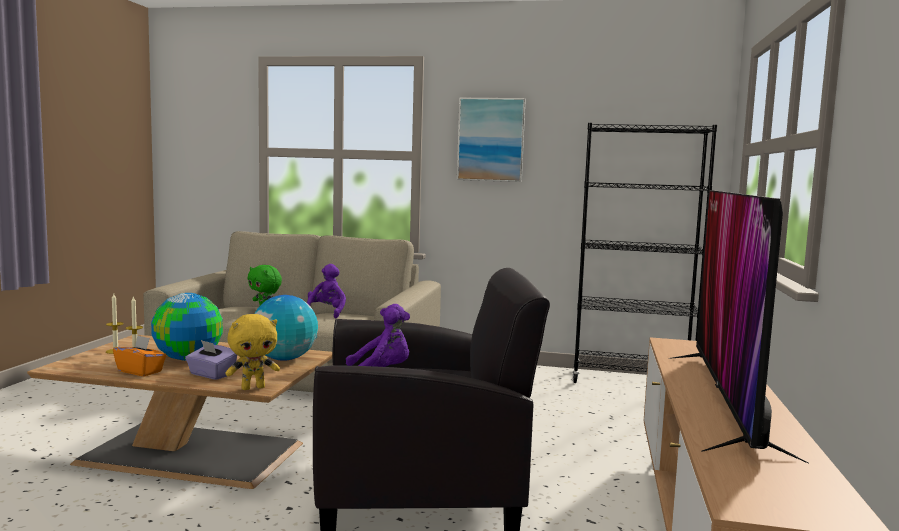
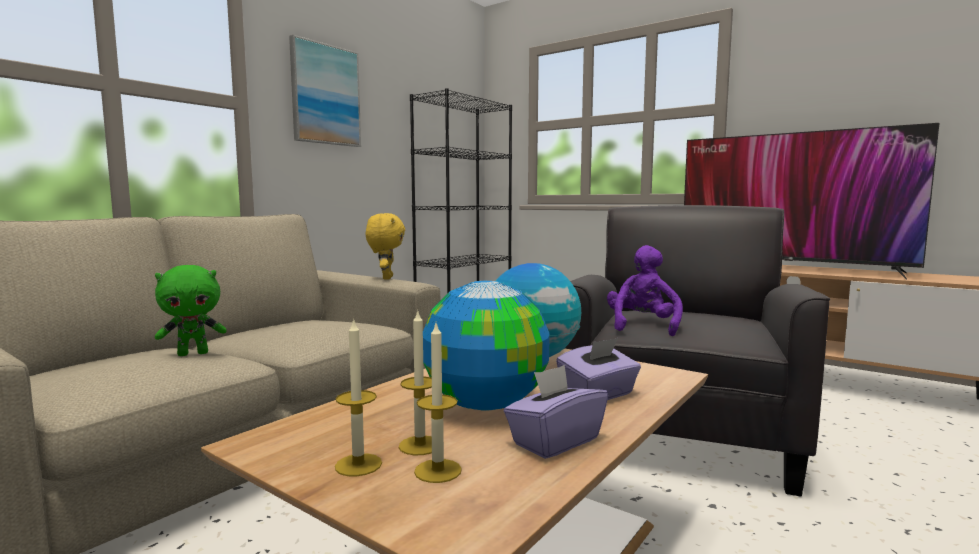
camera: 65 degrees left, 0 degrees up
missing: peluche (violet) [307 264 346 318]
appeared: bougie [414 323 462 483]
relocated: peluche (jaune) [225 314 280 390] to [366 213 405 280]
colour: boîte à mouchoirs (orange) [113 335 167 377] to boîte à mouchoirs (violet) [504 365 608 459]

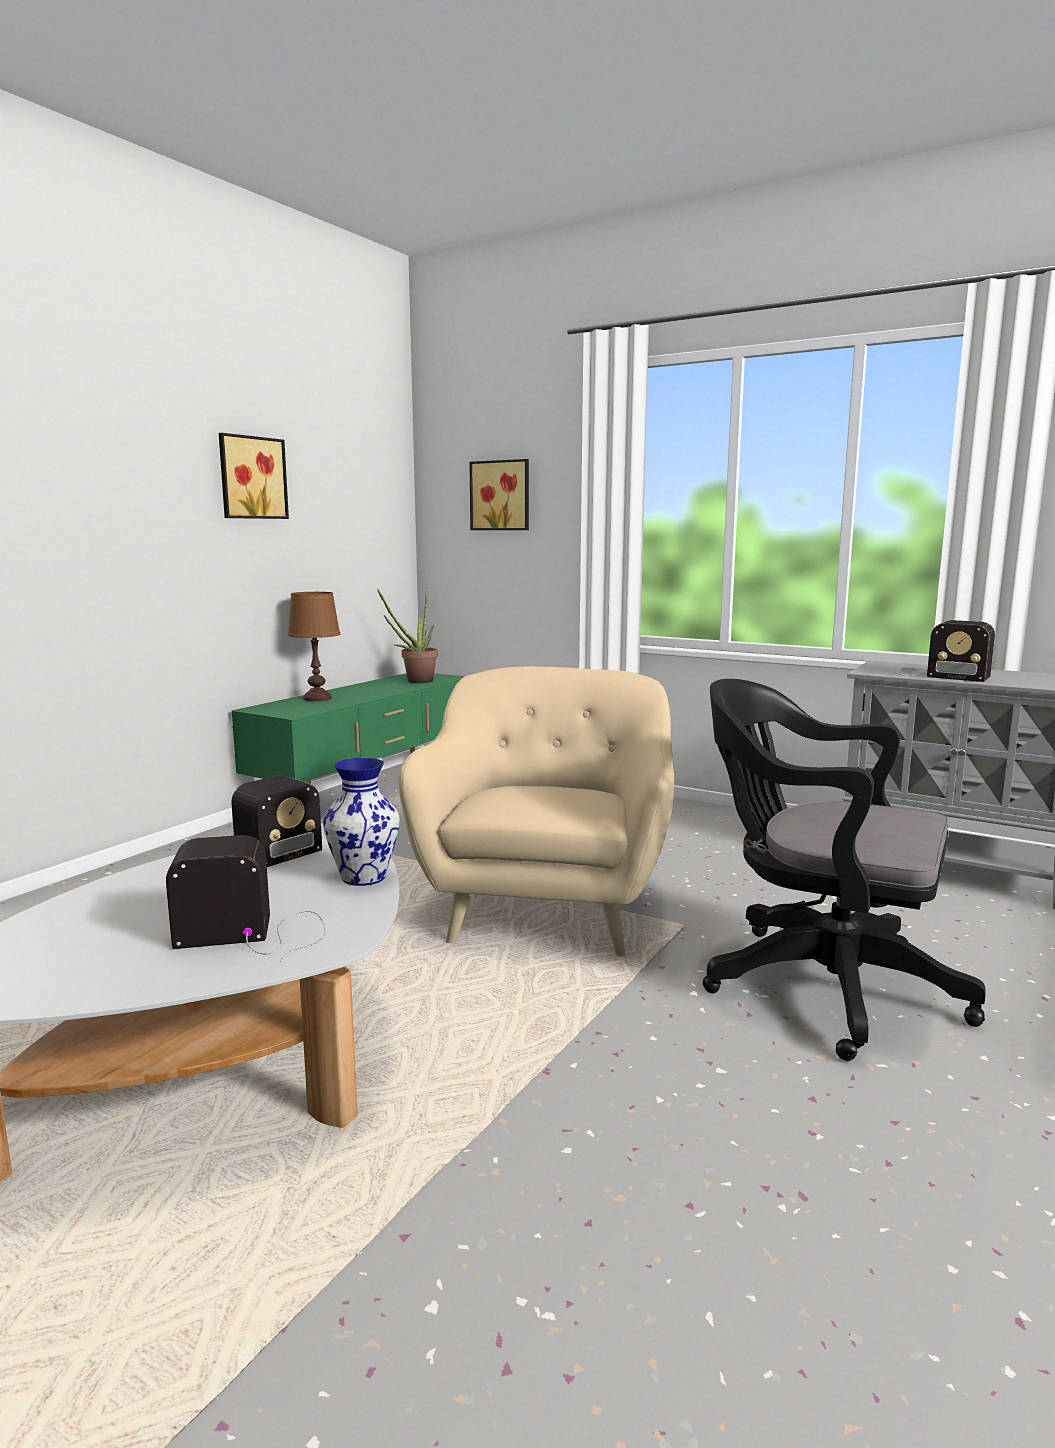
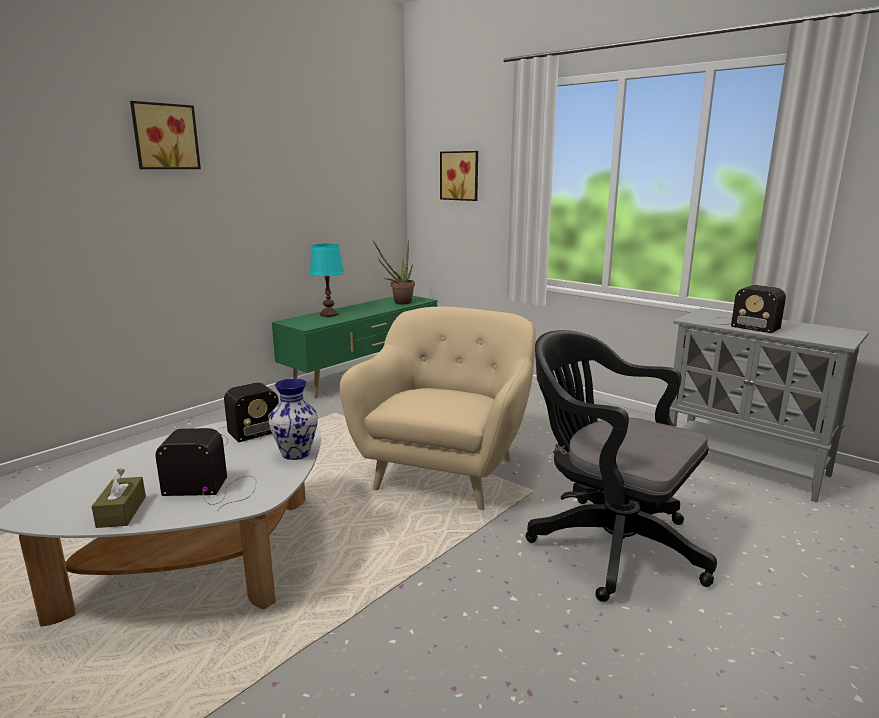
camera: 10 degrees right, 5 degrees up
appeared: boîte à mouchoirs (marron) [92 468 146 528]
relocated: tableau [219 433 289 519] to [130 101 201 169]
colour: lampe de table (marron) [288 592 340 701] to lampe de table (turquoise) [310 244 344 317]

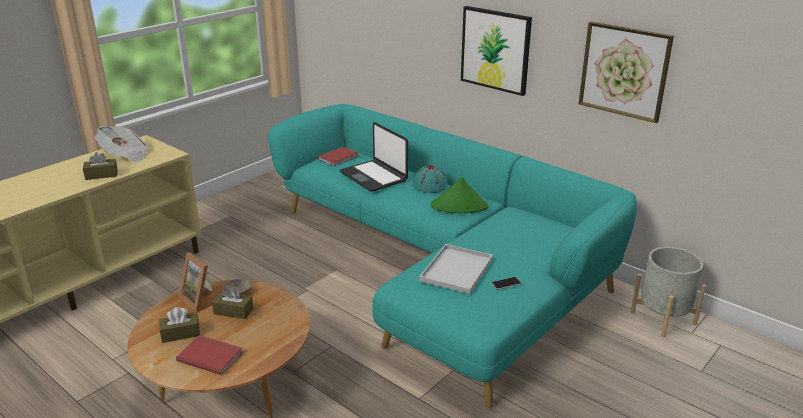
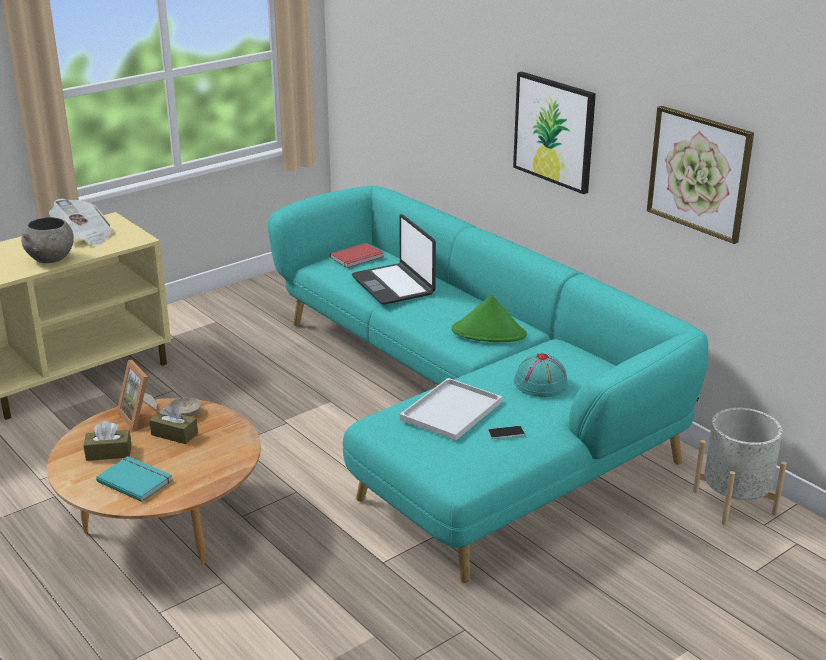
camera: 10 degrees right, 0 degrees up
relocated: chapeau (turquoise) [412 165 448 193] to [514 354 568 397]
exchanged: boîte à mouchoirs (marron) [83 152 118 180] to bol (gris) [21 217 74 263]
colour: livre (rouge) [176 335 243 375] to livre (turquoise) [96 456 173 502]

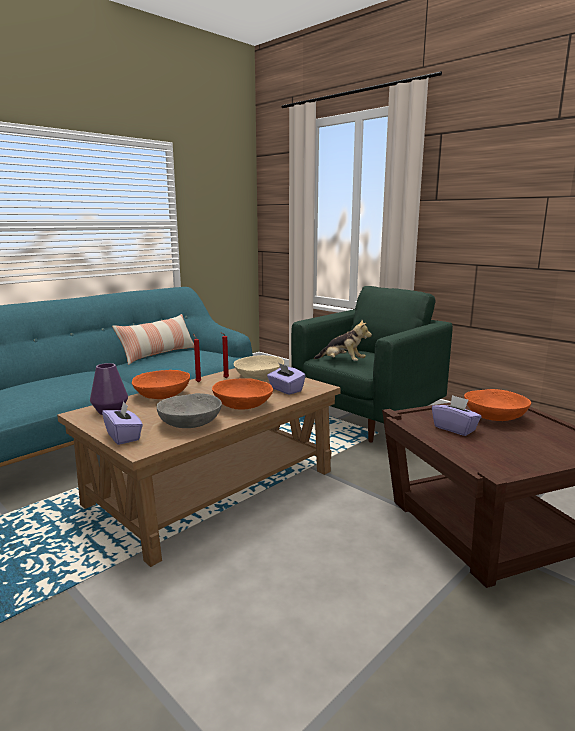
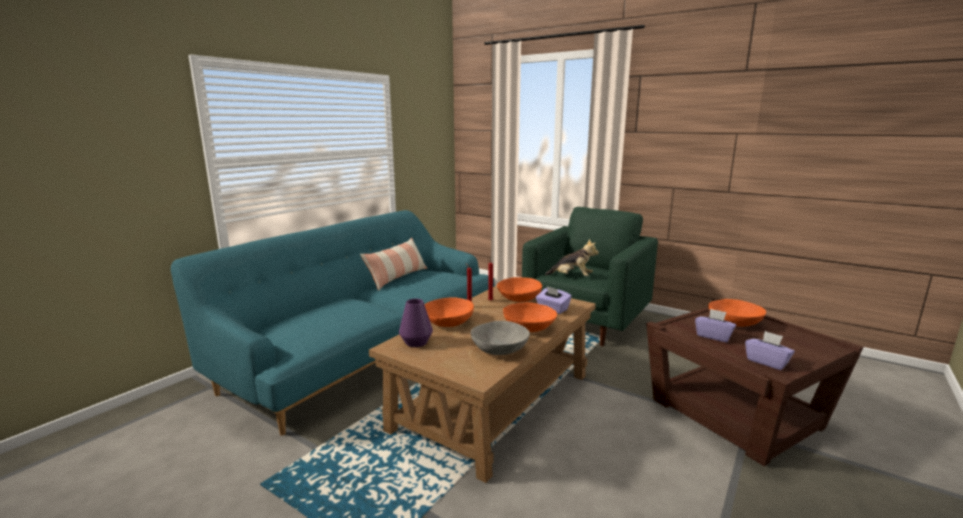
camera: 10 degrees left, 0 degrees up
relocated: boîte à mouchoirs (violet) [102 401 143 445] to [745 331 795 370]
colour: bol (beige) [234 355 284 381] to bol (orange) [497 277 542 302]

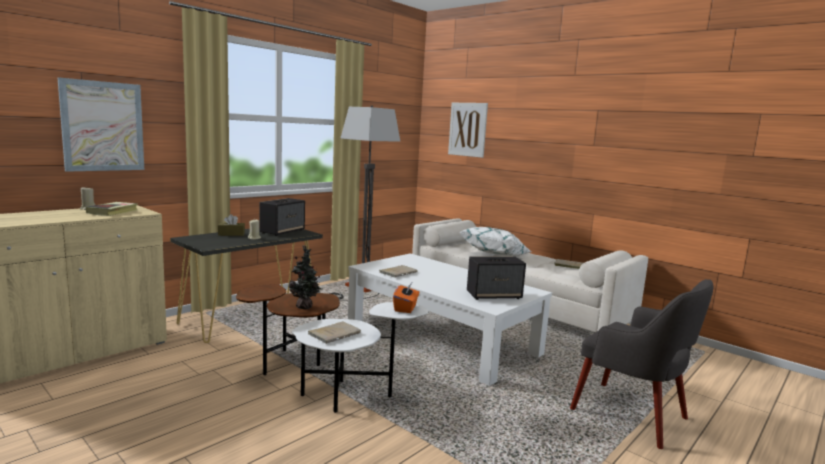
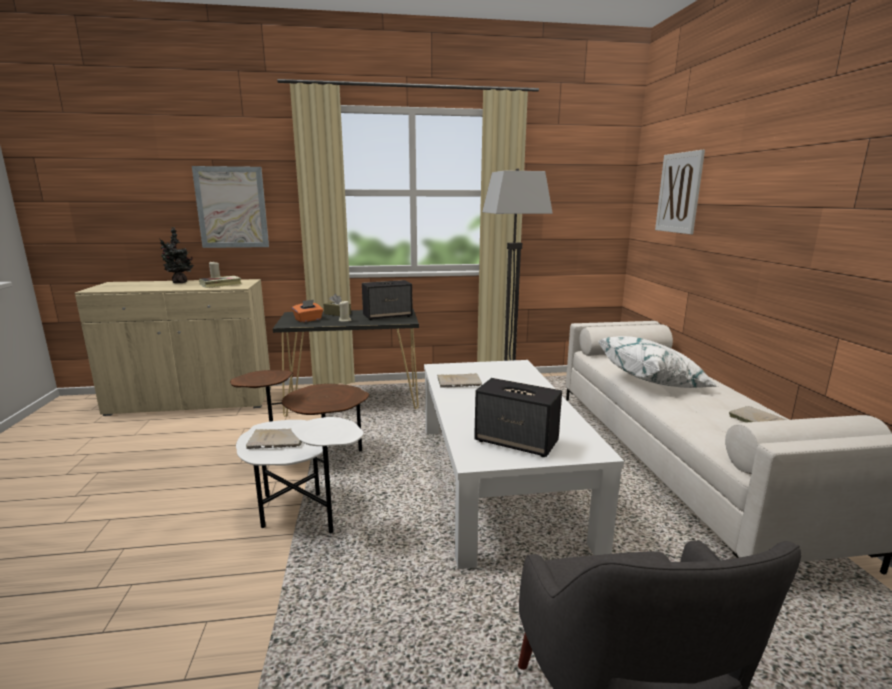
camera: 40 degrees right, 5 degrees up
relocated: plante en pot [289 245 322 309] to [160 227 194 283]; boîte à mouchoirs (orange) [393 283 419 313] to [292 300 323 322]

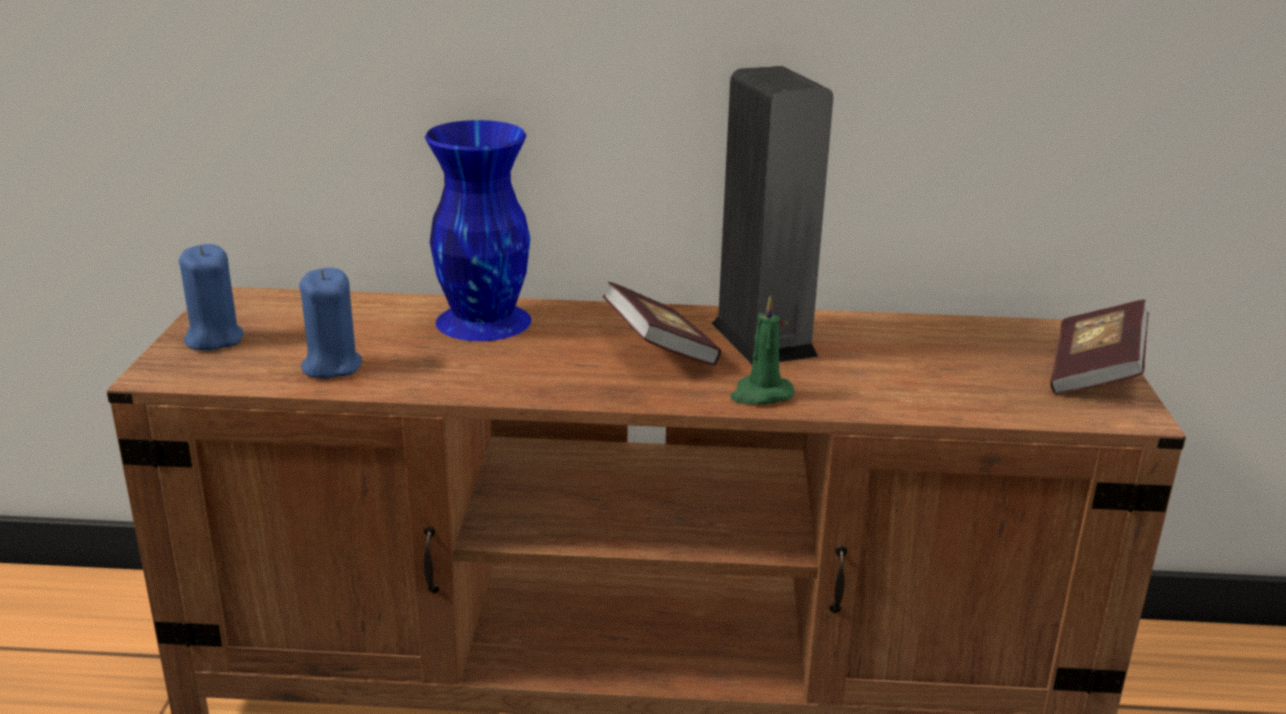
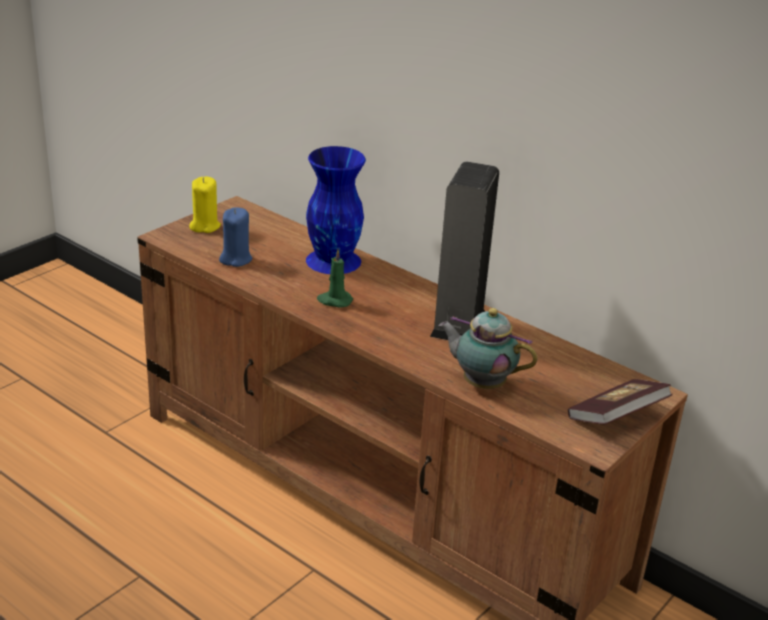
camera: 35 degrees right, 5 degrees up
missing: livre [603 282 721 366]
appeared: théière [438 308 537 389]
relocated: bougie (vert) [730 296 794 405] to [317 249 353 308]
colour: bougie (bleu) [179 244 243 351] to bougie (jaune) [189 177 221 233]

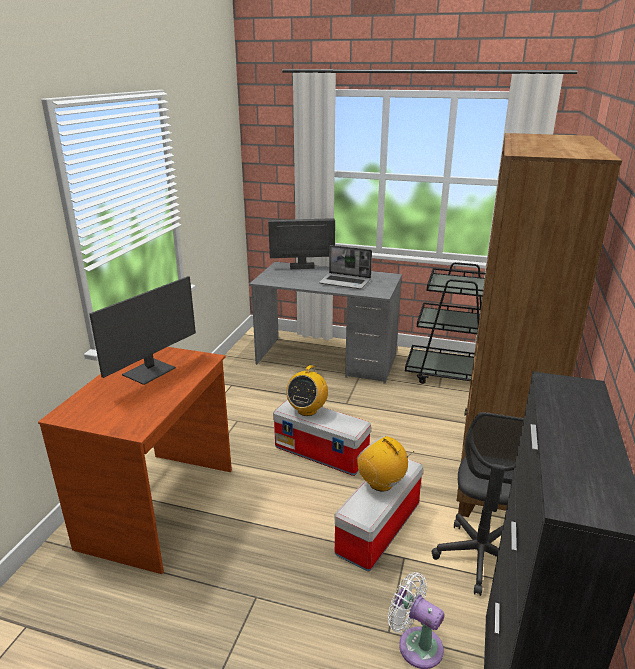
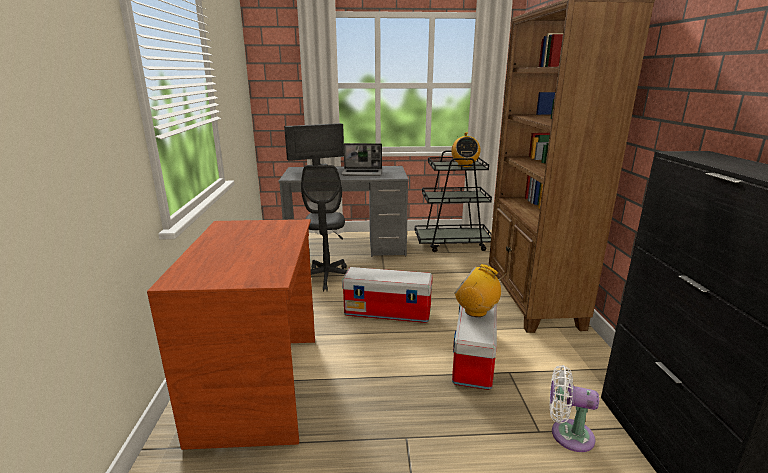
camera: 20 degrees left, 5 degrees down
missing: écran d'ordinateur [89 276 196 385]
relocated: radio [286 365 328 416] to [451 132 481 167]; chaise de bureau (gris) [431 412 524 596] to [301 165 347 292]

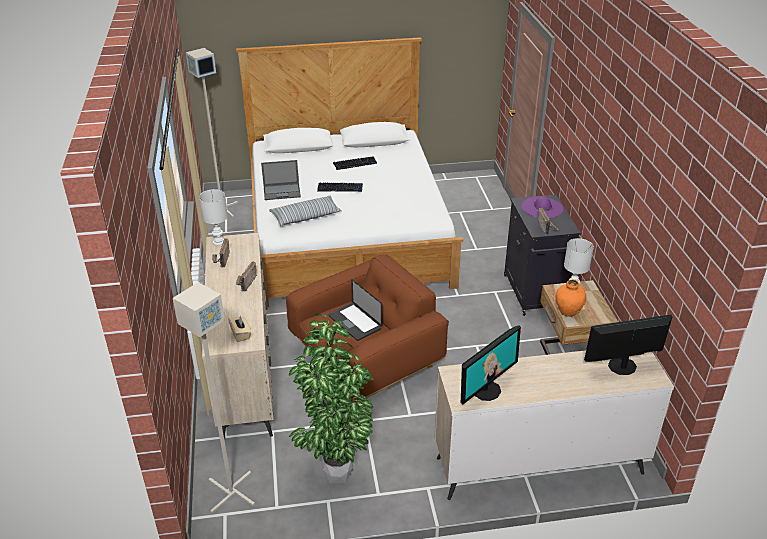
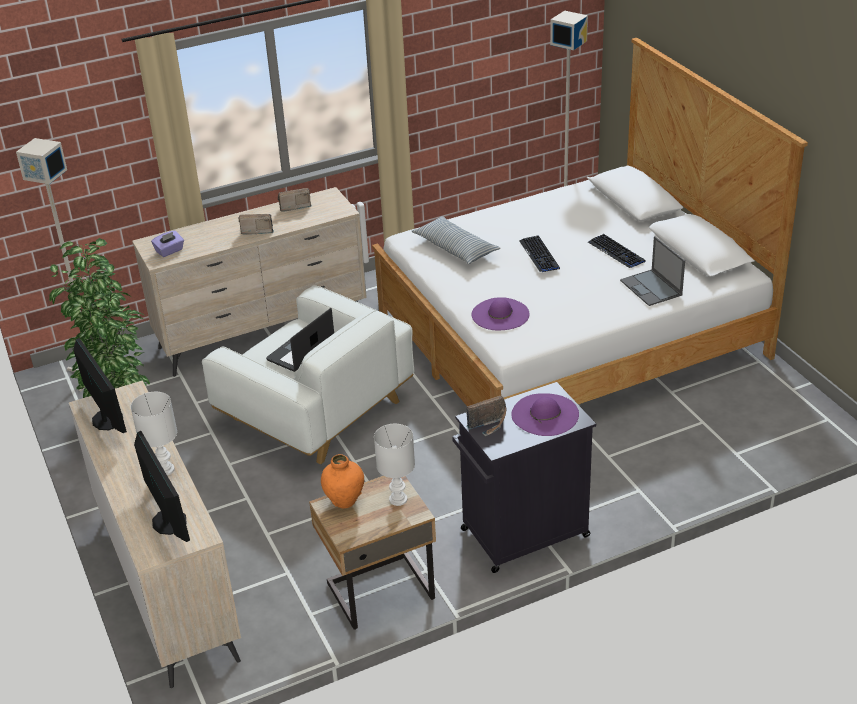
camera: 75 degrees right, 0 degrees up
appeared: chapeau (violet) [472 297 530 330]
relocated: ordinateur portable [261 160 301 200] to [620 236 685 306]; lampe de table (blanc) [199 189 228 246] to [131 392 177 476]
colour: fauteuil (marron) [286 254 449 403] to fauteuil (blanc) [202 285 414 464]; boîte à mouchoirs (beige) [228 315 251 342] to boîte à mouchoirs (violet) [151 231 184 257]
spun: écran d'ordinateur [461 325 521 404] = [73 338 127 433] 150 degrees counterclockwise

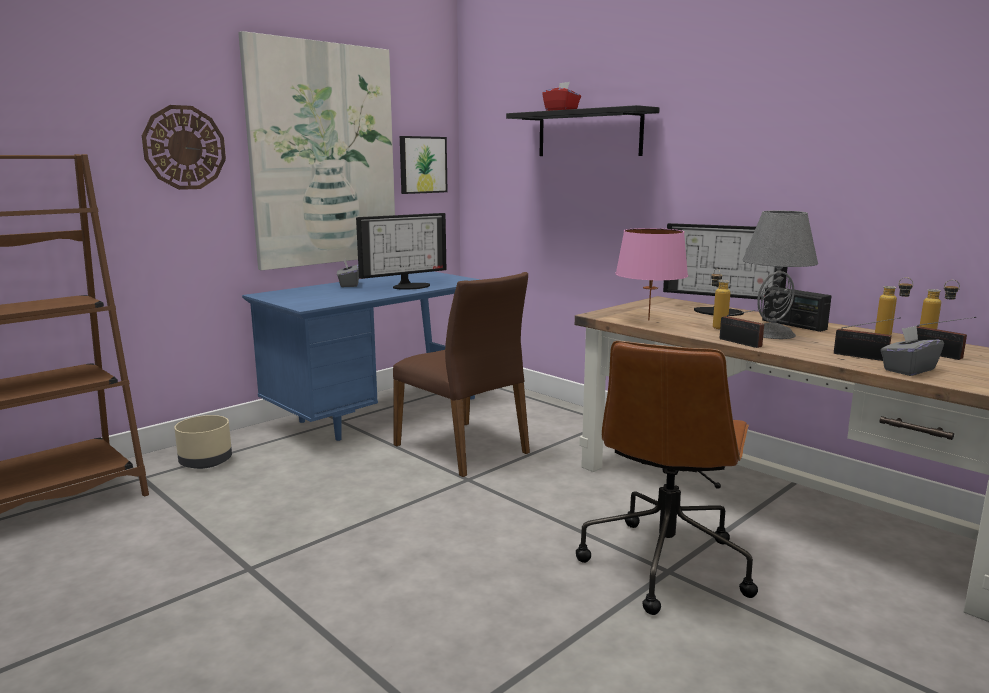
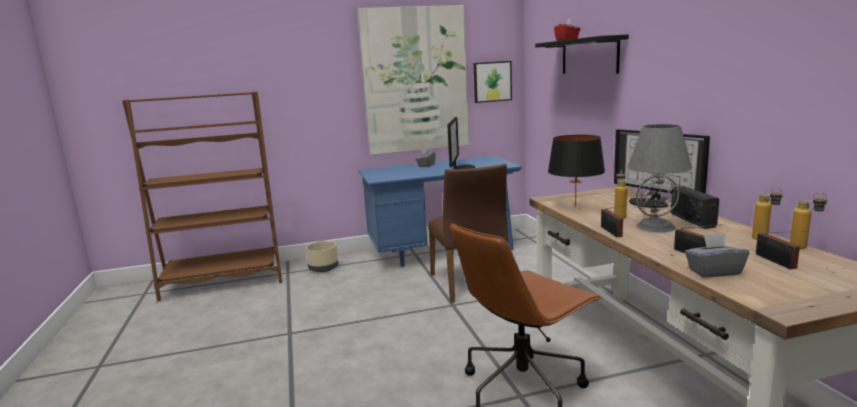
camera: 30 degrees right, 0 degrees up
missing: horloge murale [142 105 226 190]
colour: lampe de table (rose) [615 228 688 321] to lampe de table (noir) [548 135 605 207]
spun: écran d'ordinateur [356 213 446 290] = [447 117 475 169] 75 degrees counterclockwise

